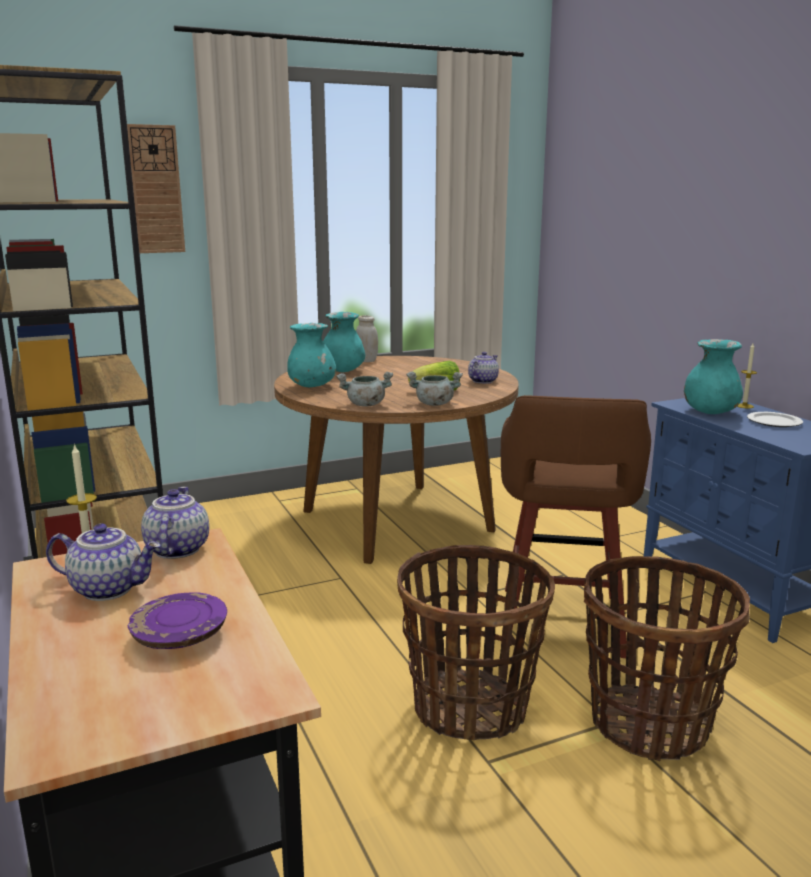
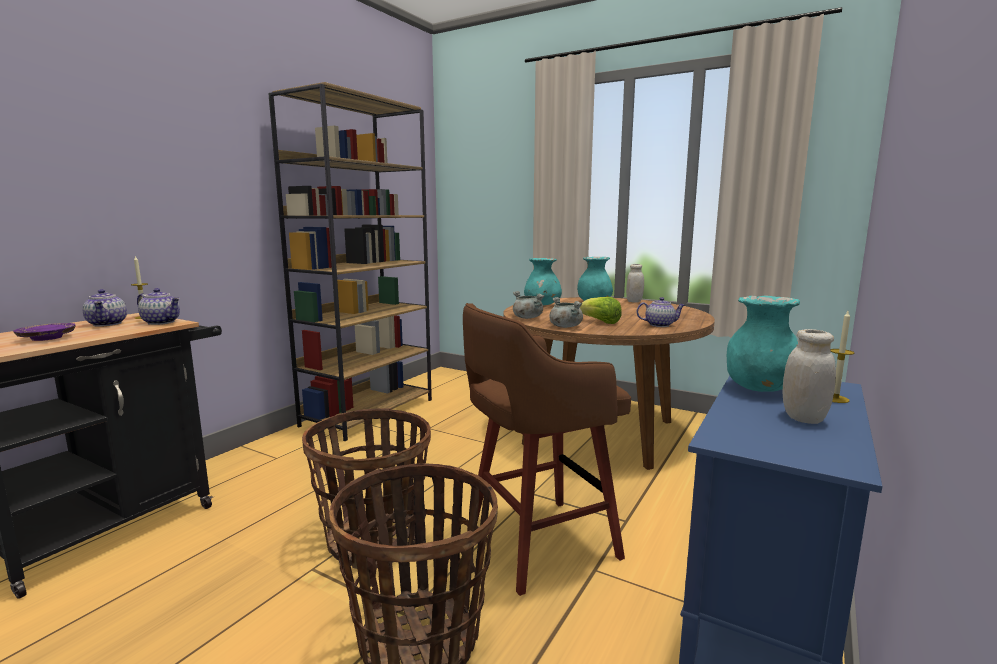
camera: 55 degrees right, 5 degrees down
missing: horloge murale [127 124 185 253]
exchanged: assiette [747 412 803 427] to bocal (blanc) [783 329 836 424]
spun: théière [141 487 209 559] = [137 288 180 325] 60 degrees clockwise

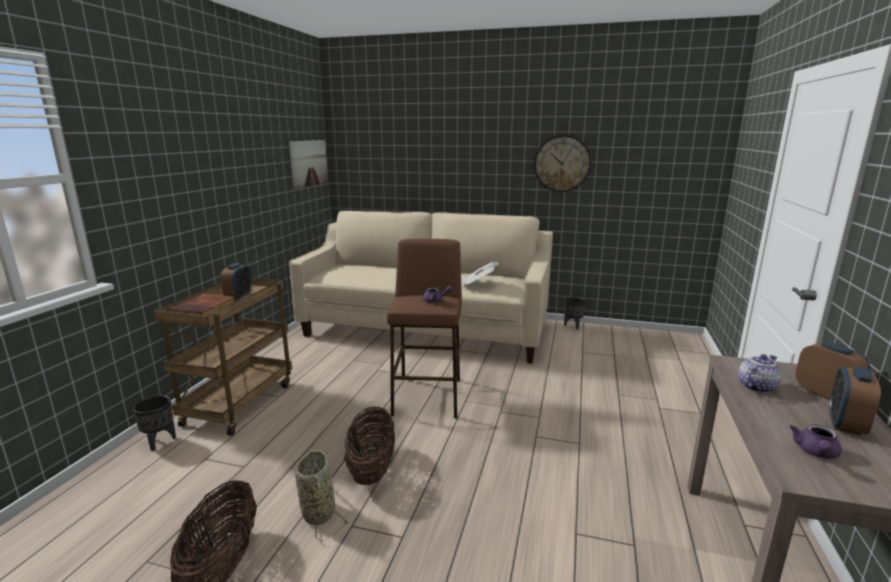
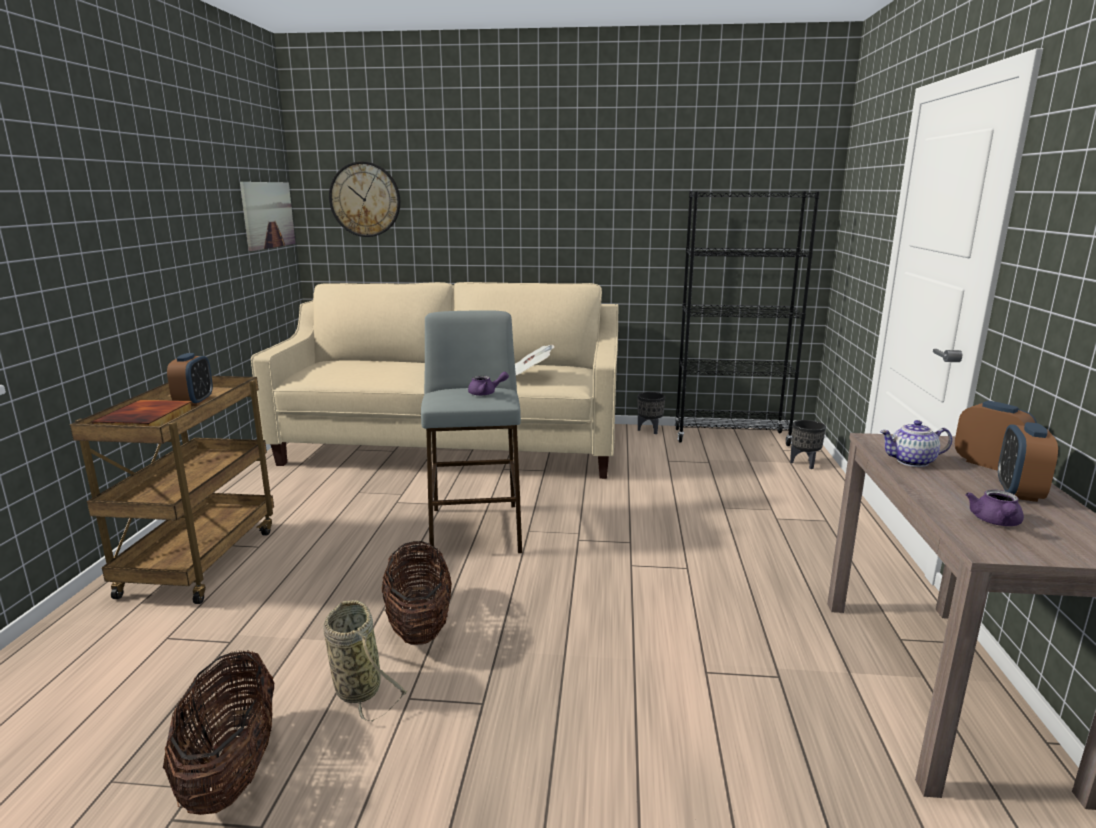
camera: 10 degrees left, 0 degrees up
appeared: bibliothèque (noir) [674 191 820 446]
relocated: horloge murale [534 135 591 192] to [329 161 401 237]; cache-pot (noir) [133 395 176 451] to [790 420 826 469]
colour: tabouret (marron) [387 239 462 419] to tabouret (gris) [421 310 522 556]
spun: théière [738 354 781 393] = [880 420 952 467] 135 degrees counterclockwise

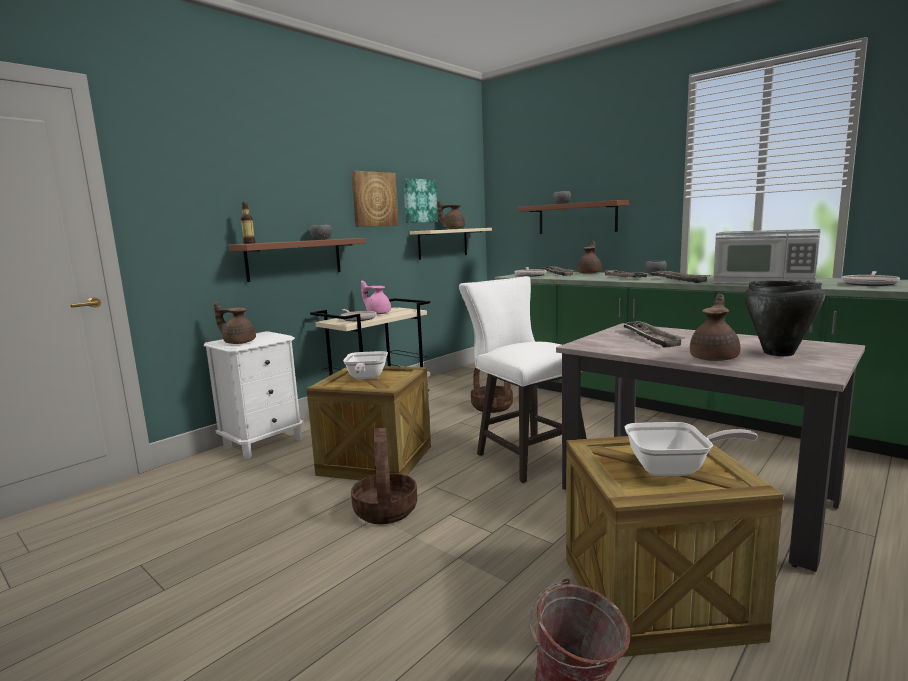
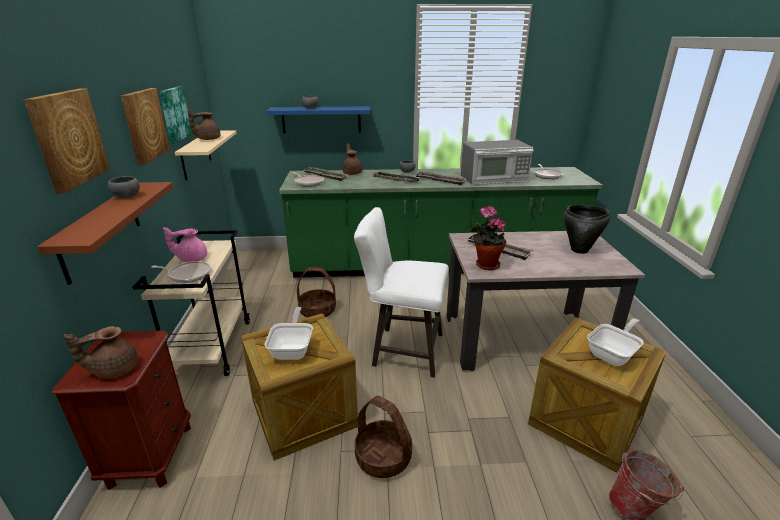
camera: 45 degrees left, 15 degrees up
missing: bouteille [241 202 255 244]; théière (marron) [690 294 740 361]
appeared: tableau [24 88 110 194]; plante en pot [470 206 506 270]
colour: étagère (marron) [518 200 629 234] to étagère (bleu) [267 106 370 134]; table de chevet (blanc) [203 331 304 459] to table de chevet (marron) [52 331 191 490]
spun: poêle [343 351 388 379] = [265 307 313 360] 135 degrees counterclockwise

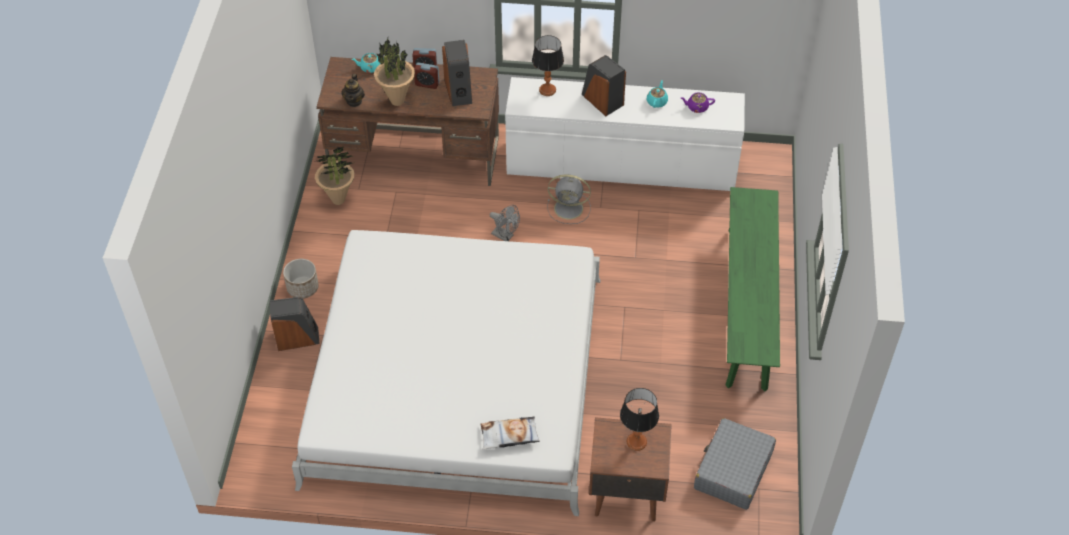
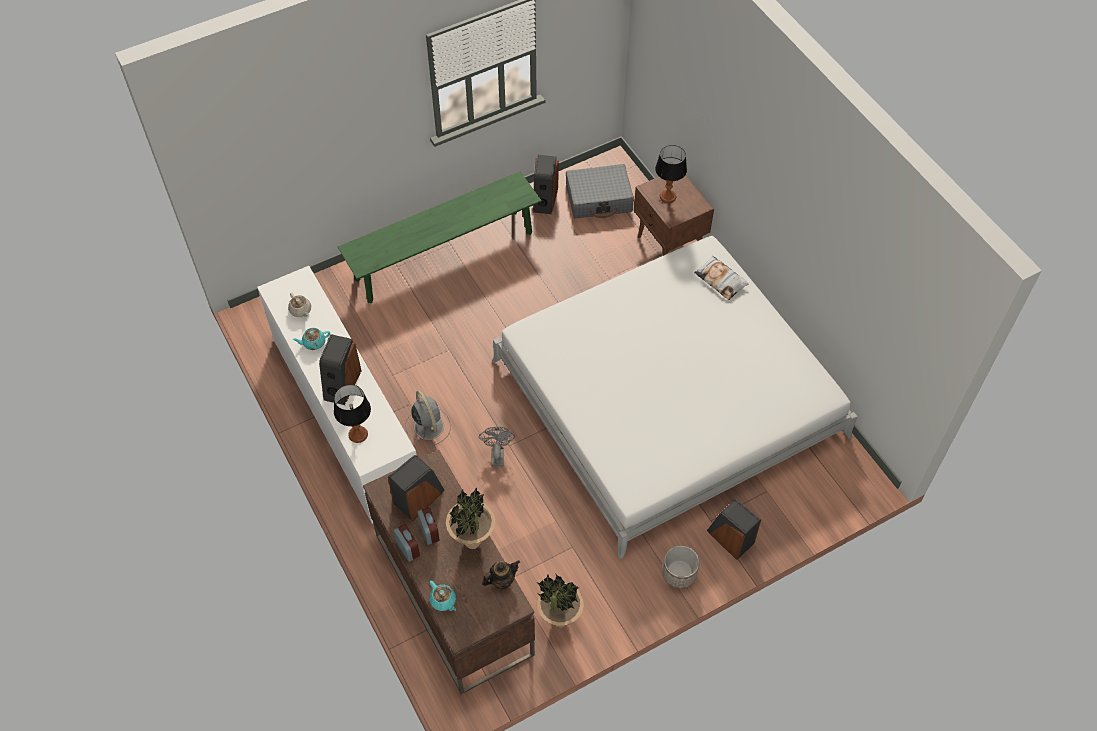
camera: 125 degrees left, 5 degrees up
appeared: enceinte [533 155 559 214]
colour: théière (violet) [681 92 715 113] to théière (beige) [288 292 311 317]

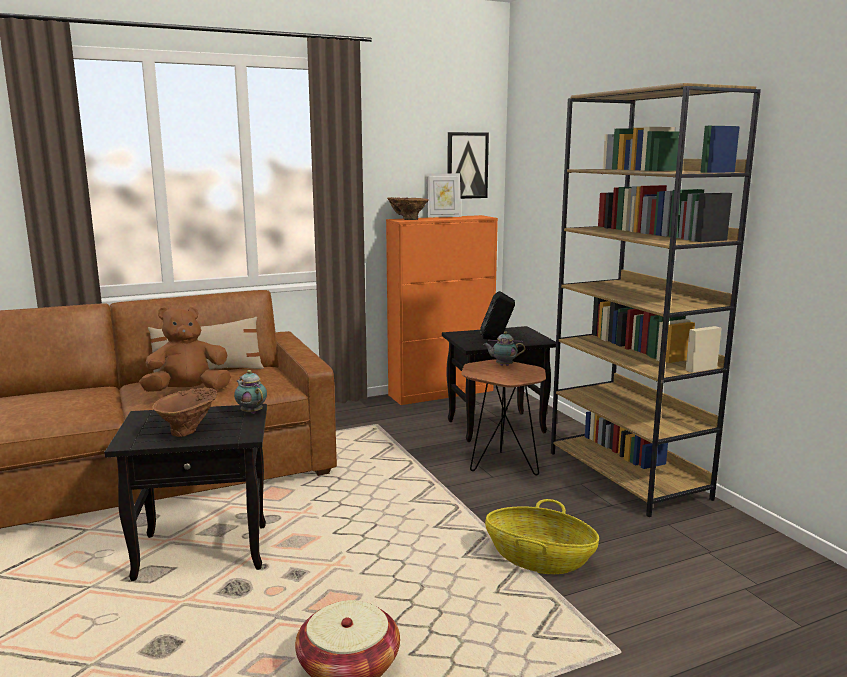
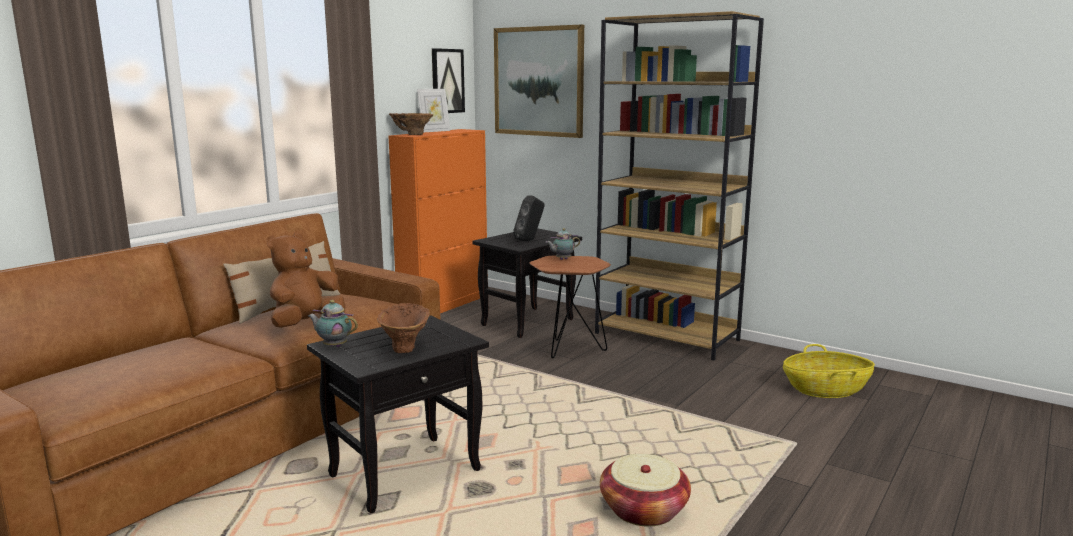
camera: 30 degrees left, 0 degrees up
appeared: tableau [494 24 584 138]
relocated: théière [234 370 267 414] to [308 300 358 347]; panier [485 499 599 574] to [783 344 875 398]

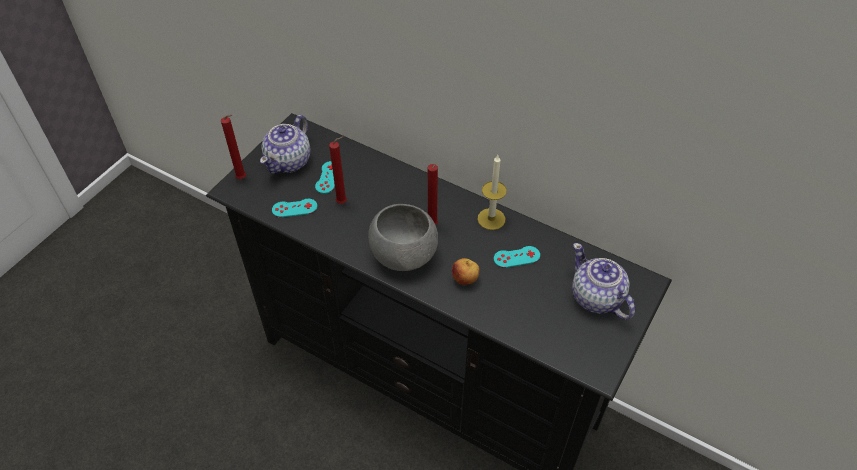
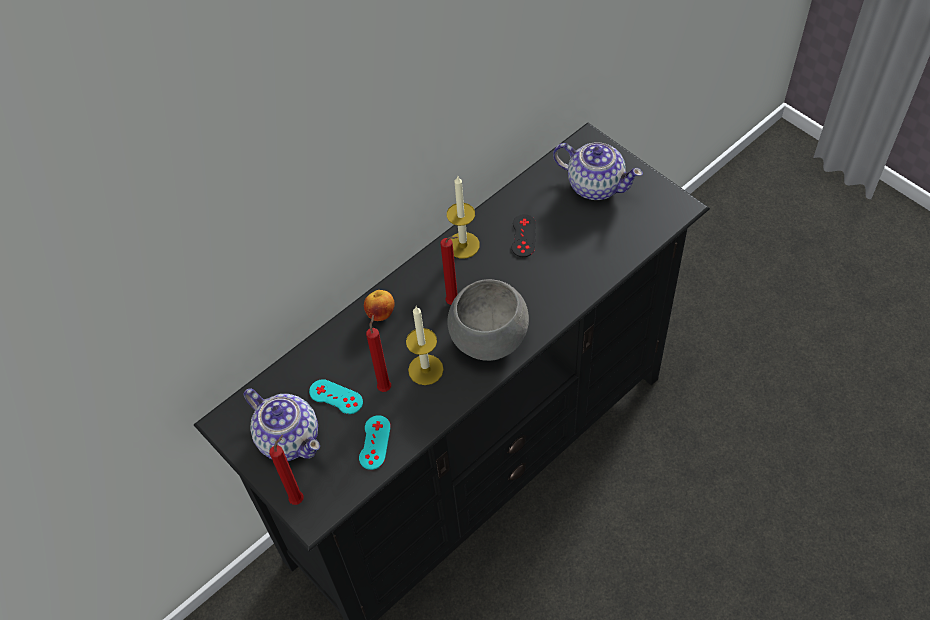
camera: 70 degrees left, 5 degrees up
appeared: bougie [406 306 444 385]
relocated: pomme [452 258 480 285] to [364 290 395 321]
colour: manette (turquoise) [494 246 540 268] to manette (noir) [511 214 536 257]
spun: théière [572 243 635 319] = [553 142 643 200] 135 degrees counterclockwise

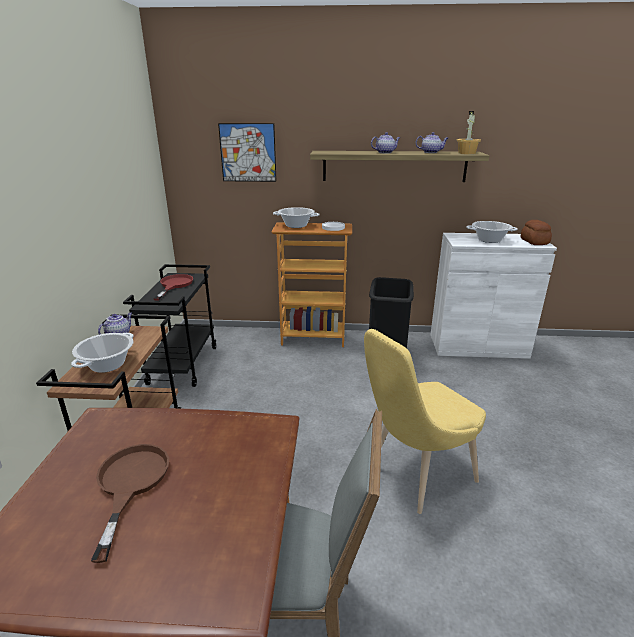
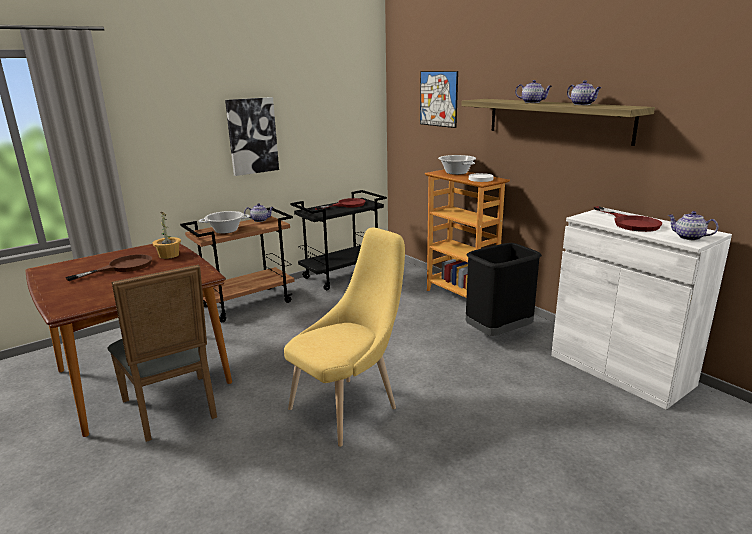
camera: 50 degrees right, 5 degrees down
appeared: tableau [225 97 279 176]
relocated: plante en pot [457 111 481 154] to [153 211 181 259]
exchanged: pain [521 220 552 245] to théière [668 211 718 240]; marmite [466 221 518 243] to poêle (rouge) [594 206 662 232]
spun: chaise (jaune) [364 329 486 514] = [284 228 405 447] 120 degrees clockwise

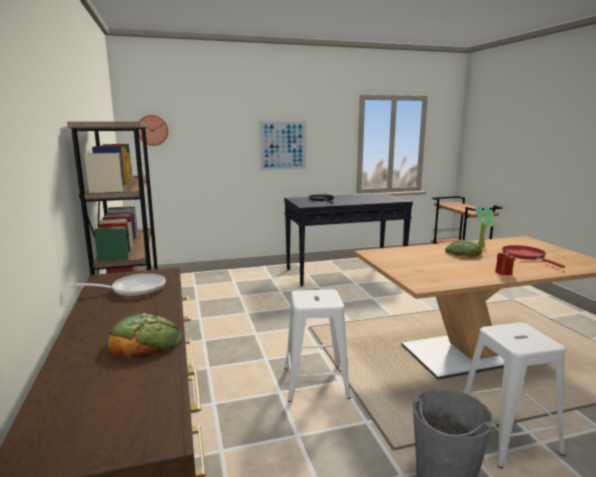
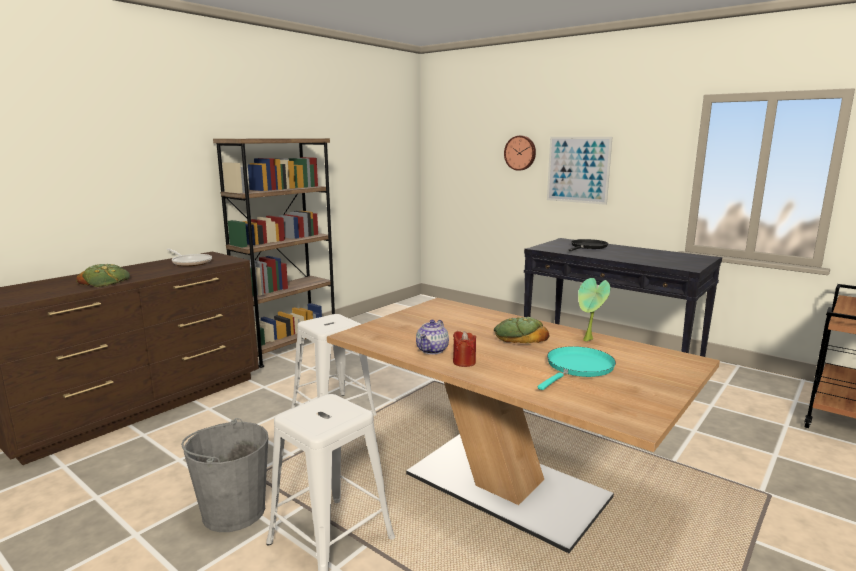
camera: 55 degrees right, 0 degrees up
appeared: théière [416 320 449 354]
relocated: horloge murale [138 115 168 146] to [504 136 536 171]
colour: poêle (rouge) [502 245 565 268] to poêle (turquoise) [538 346 616 390]

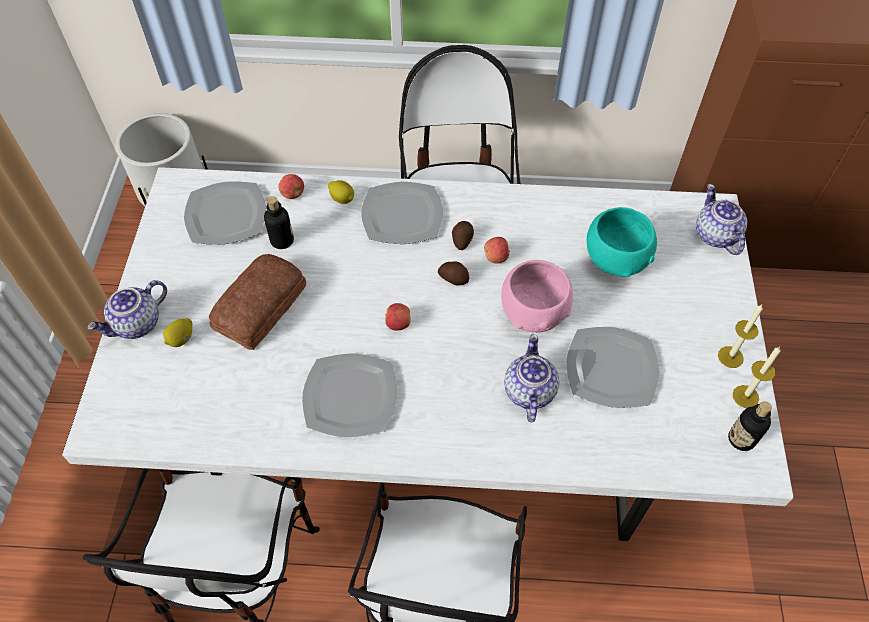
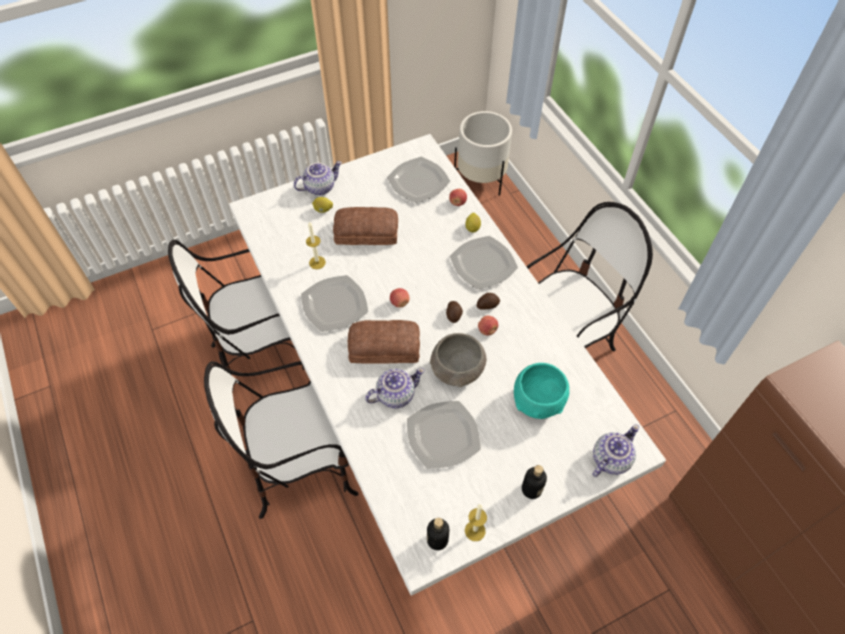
camera: 60 degrees right, 0 degrees up
appeared: pain [348 320 420 364]
relocated: bouteille [264 196 294 249] to [522 465 547 499]; bougie [718 305 763 368] to [306 222 326 269]
colour: bol (rose) [501 260 573 333] to bol (gris) [430 333 487 387]
spun: théière [87 280 167 339] = [294 161 342 195] 135 degrees clockwise

